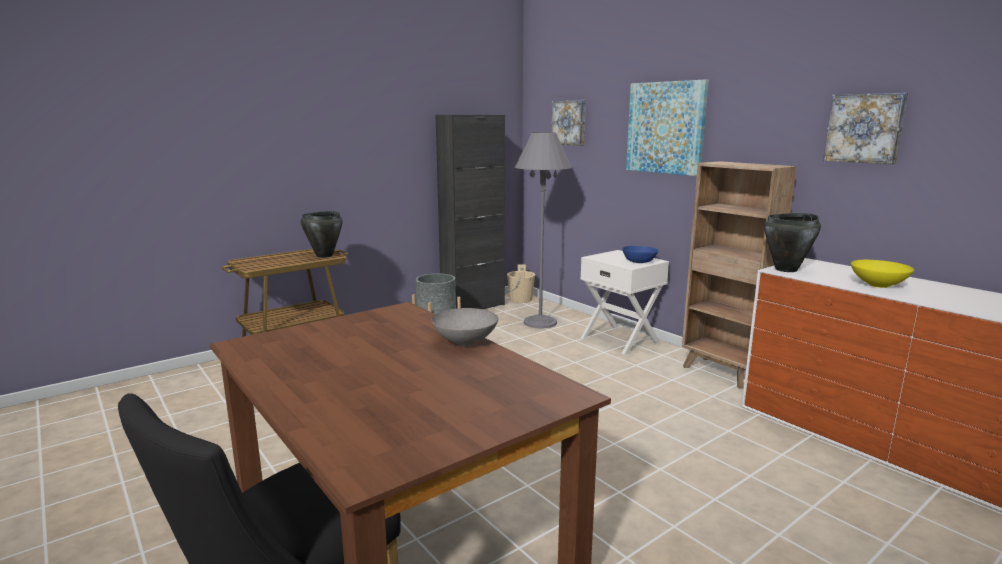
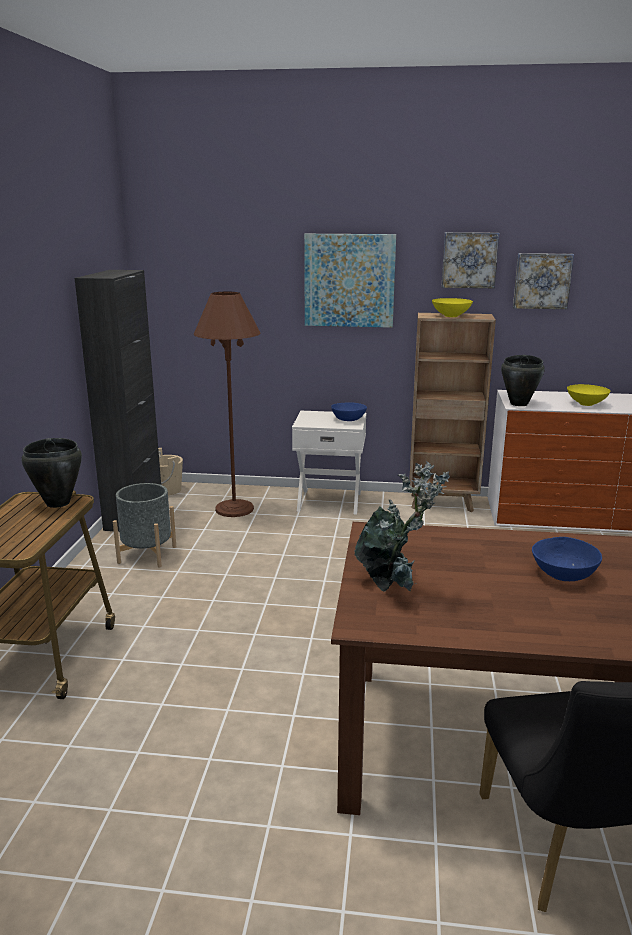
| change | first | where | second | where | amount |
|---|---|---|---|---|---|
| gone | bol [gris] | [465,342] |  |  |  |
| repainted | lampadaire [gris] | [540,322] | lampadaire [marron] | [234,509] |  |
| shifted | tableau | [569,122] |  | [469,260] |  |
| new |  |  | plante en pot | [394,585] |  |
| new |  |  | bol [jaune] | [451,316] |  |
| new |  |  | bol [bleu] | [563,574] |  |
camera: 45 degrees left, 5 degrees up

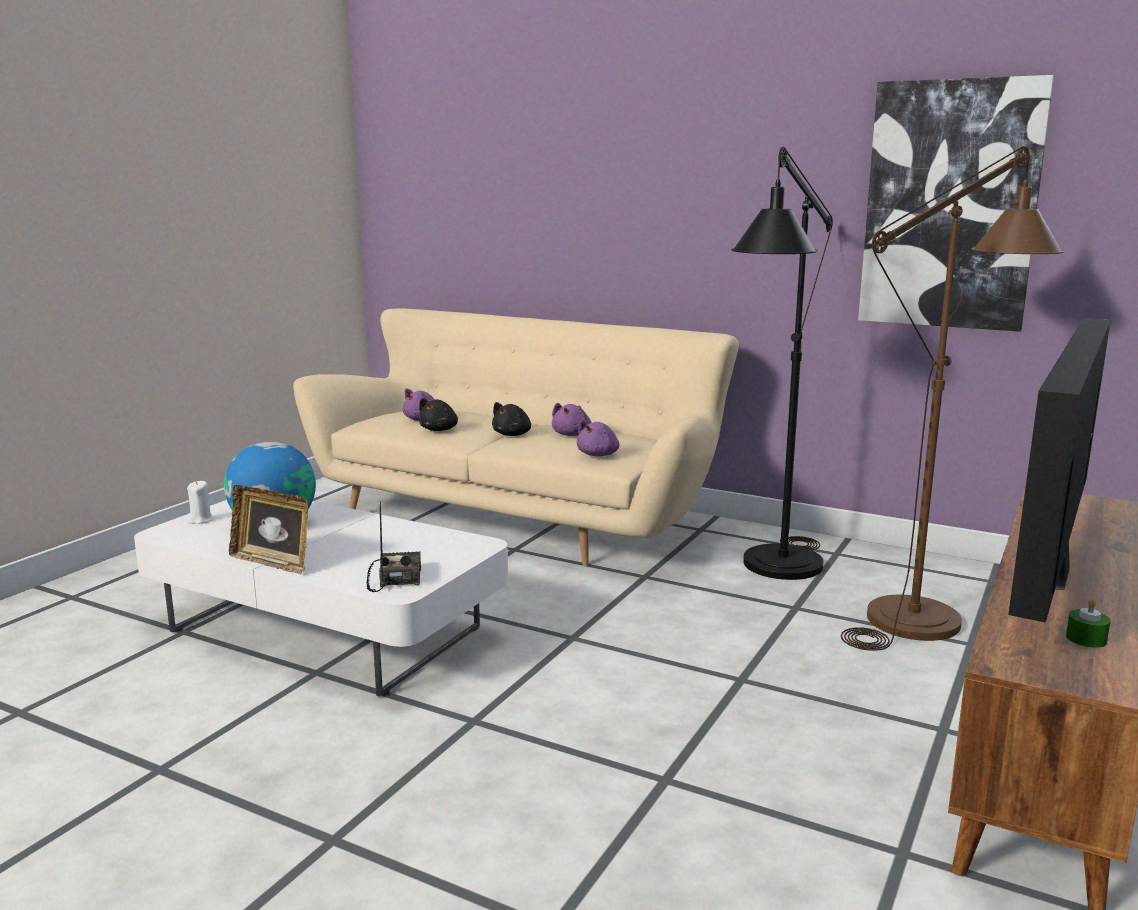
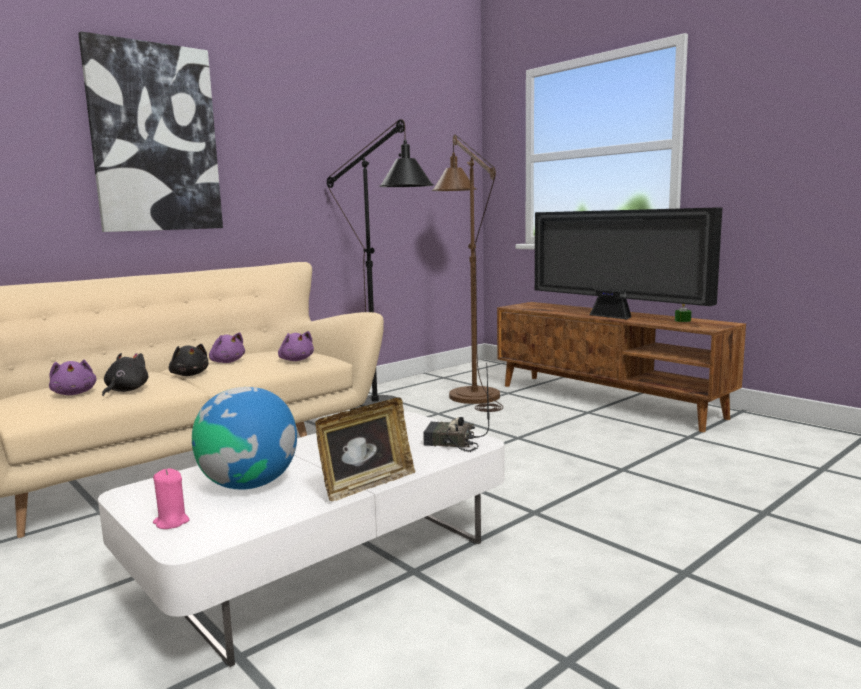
| change | first | where | second | where | amount |
|---|---|---|---|---|---|
| repainted | bougie [blanc] | [201,520] | bougie [rose] | [171,522] |  |
| rotated | peluche [noir] | [440,430] |  | [125,390] | 120 degrees counterclockwise |
| shifted | tableau | [950,206] |  | [155,138] |  |
camera: 70 degrees left, 5 degrees down

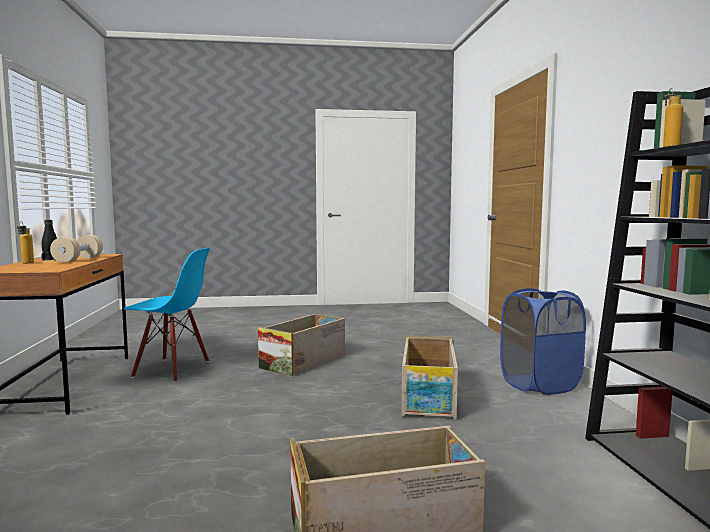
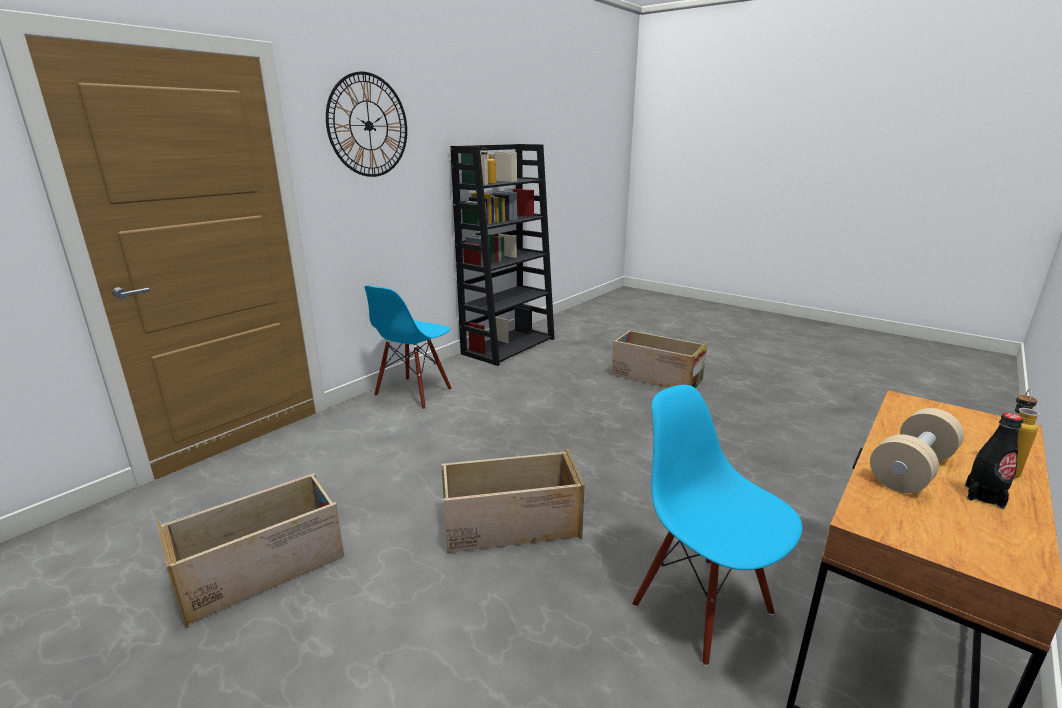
| change | first | where | second | where | amount |
|---|---|---|---|---|---|
| shifted | caisse | [428,398] |  | [263,568] |  |
| swapped | panier à linge [bleu] | [539,384] | chaise [bleu] | [414,393] |  |
| new |  |  | horloge murale | [368,125] |  |
camera: 135 degrees left, 15 degrees up

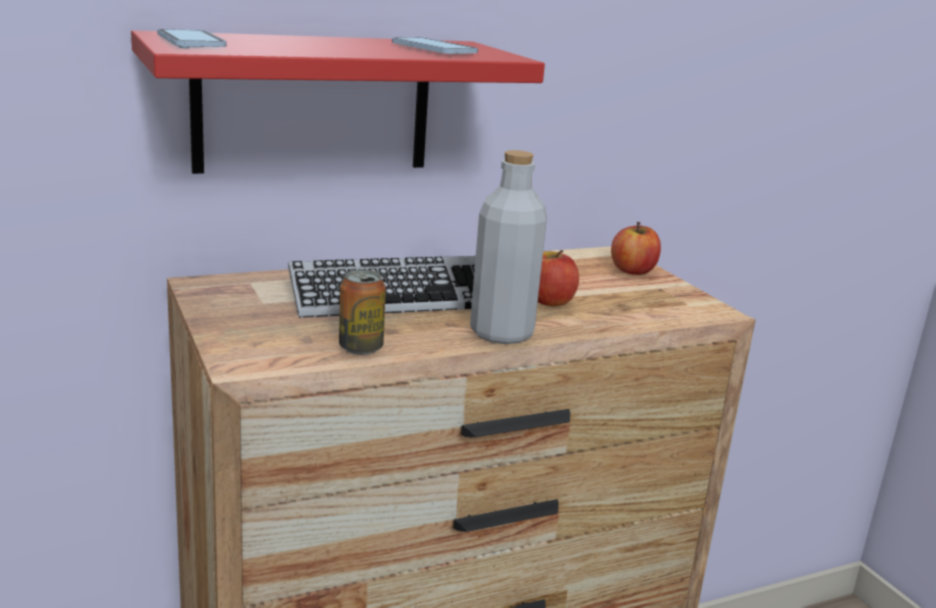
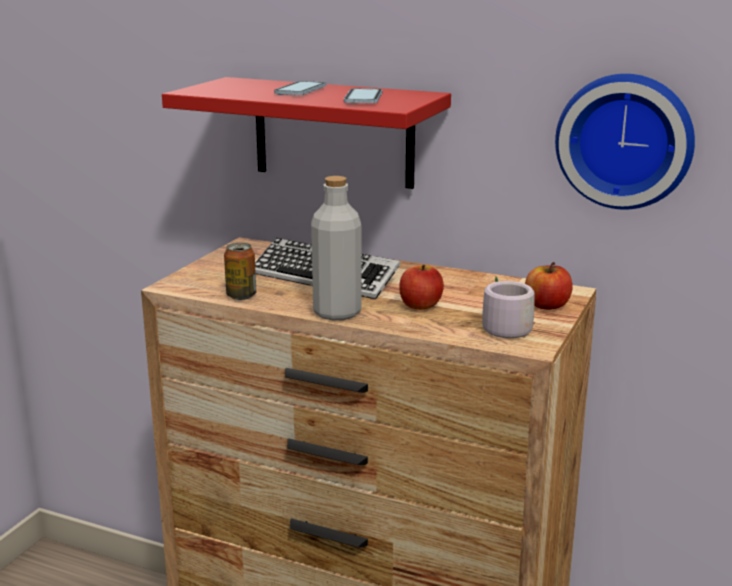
| change | first | where | second | where | amount |
|---|---|---|---|---|---|
| shifted | téléphone | [191,42] |  | [300,91] |  |
| new |  |  | mug [gris] | [501,328] |  |
| new |  |  | horloge murale | [625,140] |  |
camera: 50 degrees right, 0 degrees up

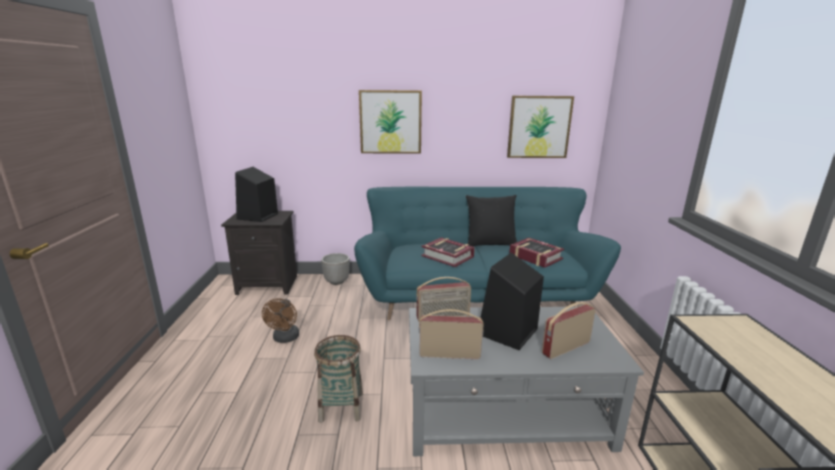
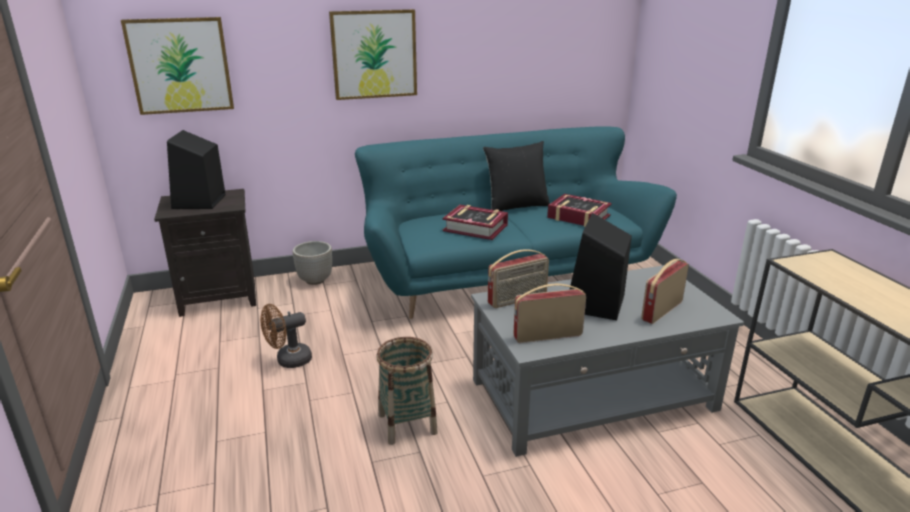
| change | first | where | second | where | amount |
|---|---|---|---|---|---|
| rotated | ventilateur [marron] | [285,339] |  | [288,361] | 75 degrees clockwise |
| shifted | tableau | [539,127] |  | [180,65] |  |
camera: 15 degrees left, 5 degrees up

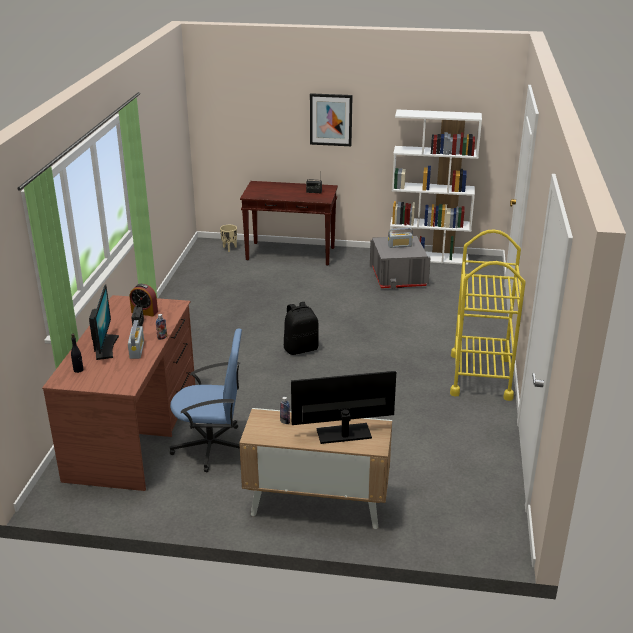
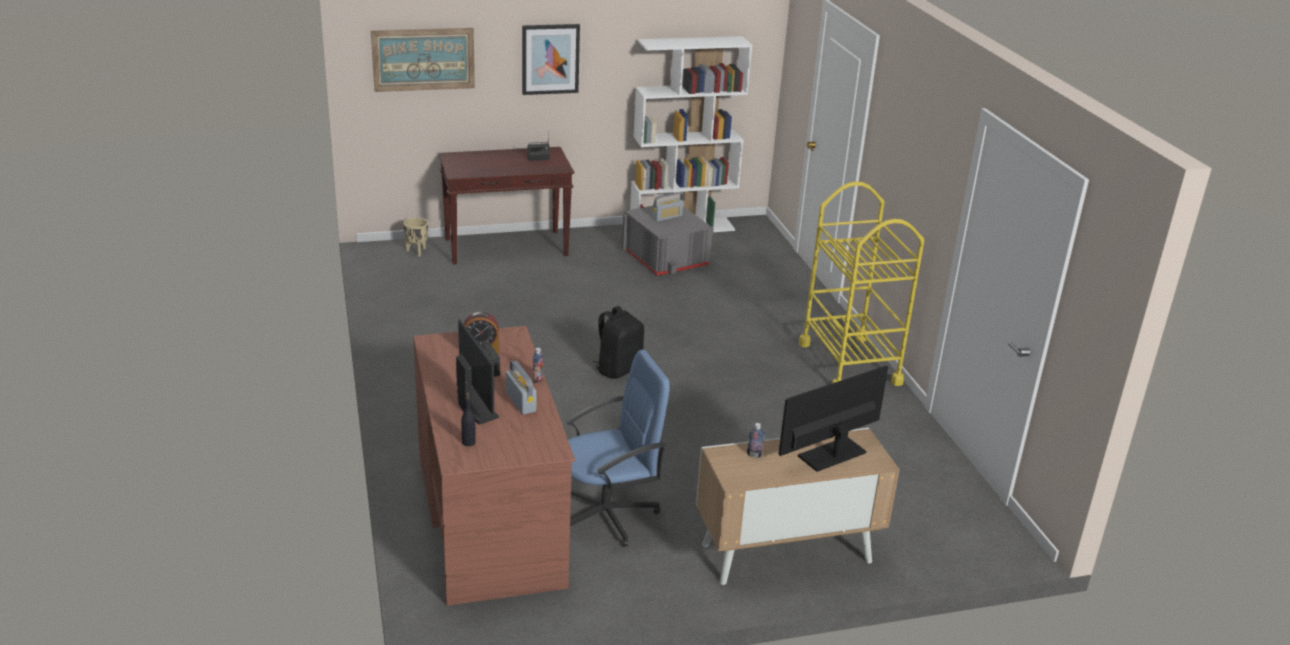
| change | first | where | second | where | amount |
|---|---|---|---|---|---|
| new |  |  | tableau | [423,59] |  |
camera: 25 degrees left, 0 degrees up

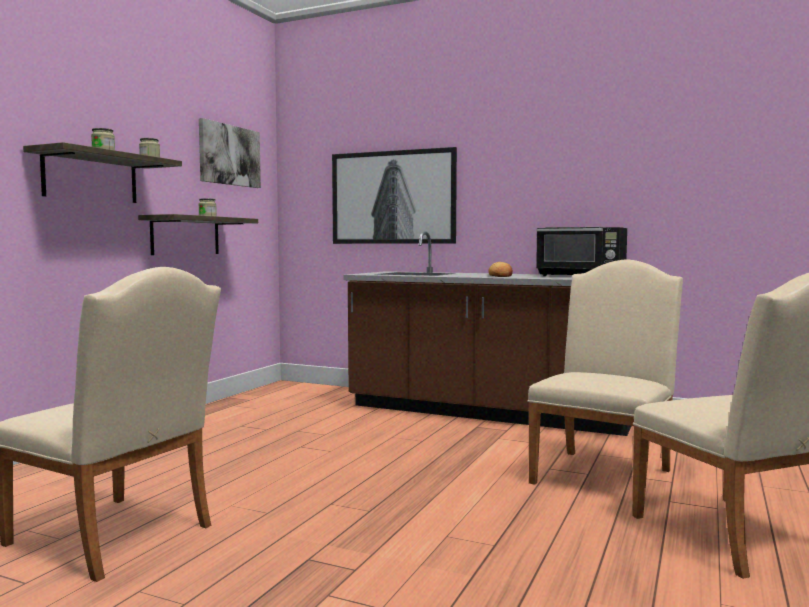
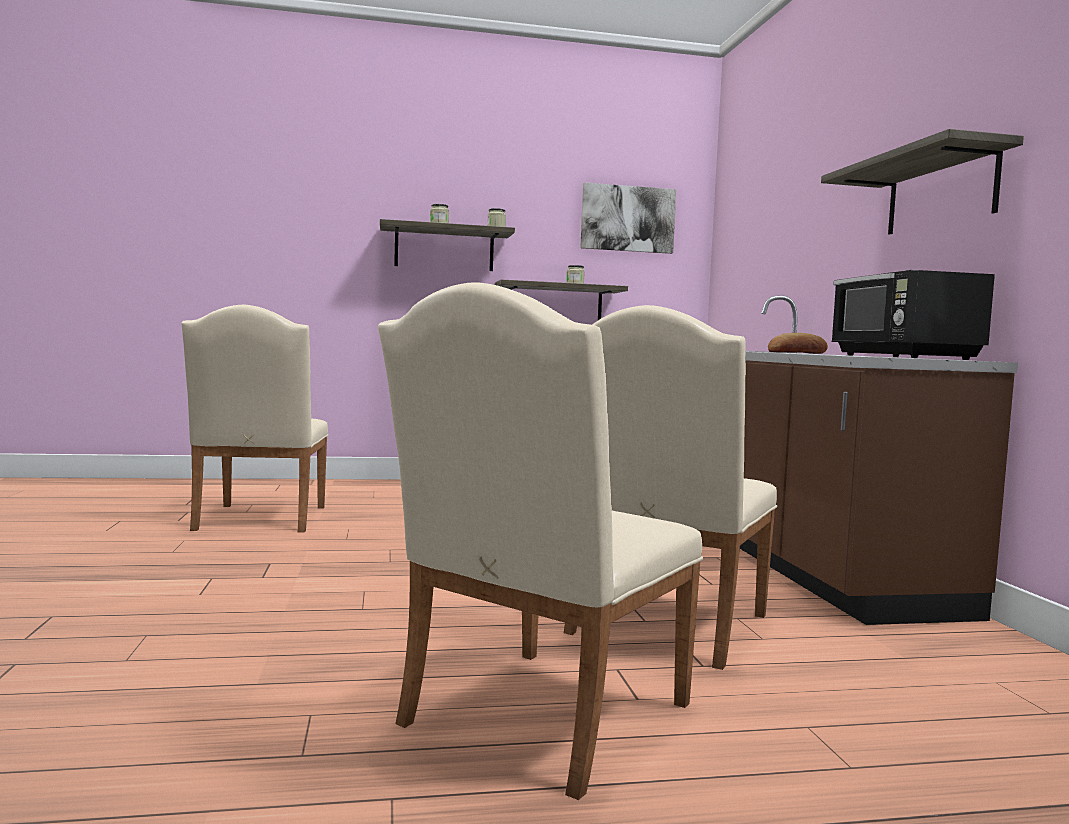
| change | first | where | second | where | amount |
|---|---|---|---|---|---|
| gone | tableau | [393,197] |  |  |  |
| rotated | chaise [beige] | [605,473] |  | [662,628] | 120 degrees clockwise |
| new |  |  | étagère | [941,192] |  |
camera: 55 degrees right, 0 degrees up

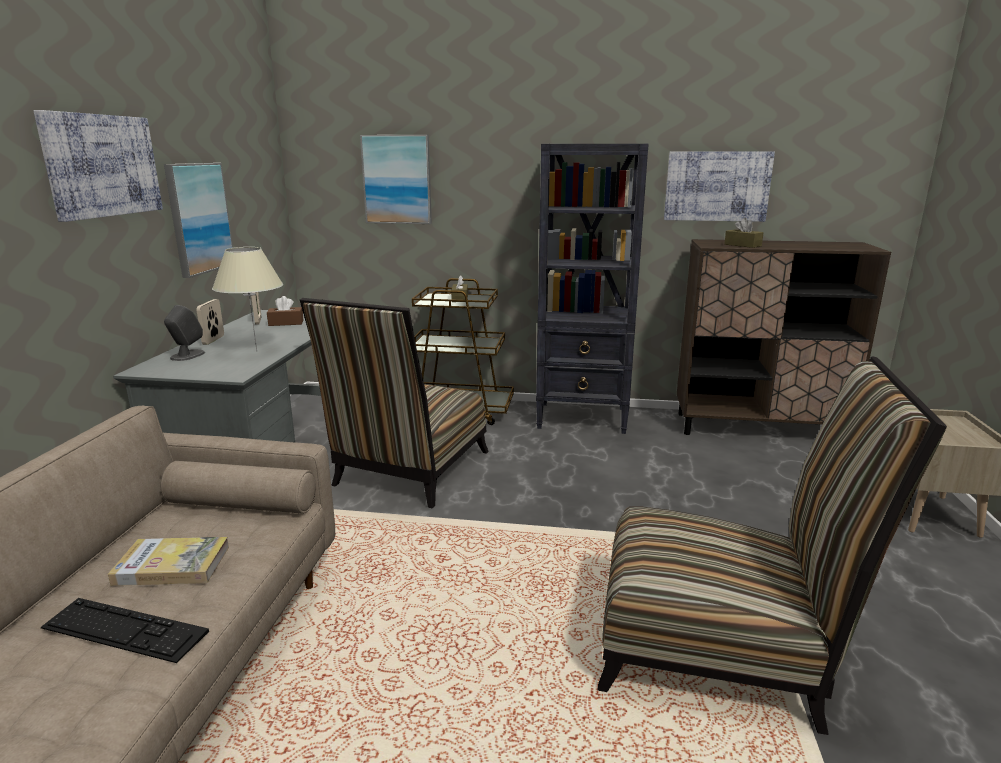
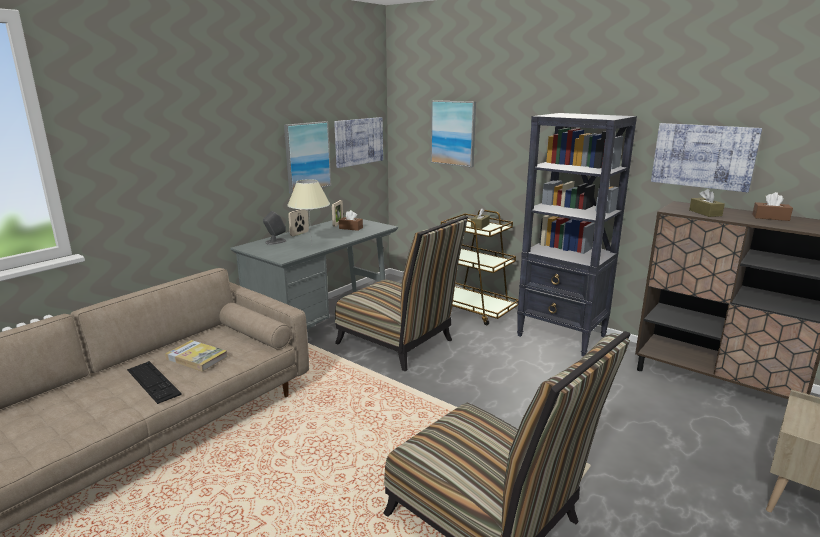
| change | first | where | second | where | amount |
|---|---|---|---|---|---|
| shifted | tableau | [102,165] |  | [358,141] |  |
| rotated | chaise | [408,472] |  | [400,344] | 105 degrees counterclockwise |
| new |  |  | boîte à mouchoirs [marron] | [770,217] |  |
camera: 30 degrees right, 0 degrees up

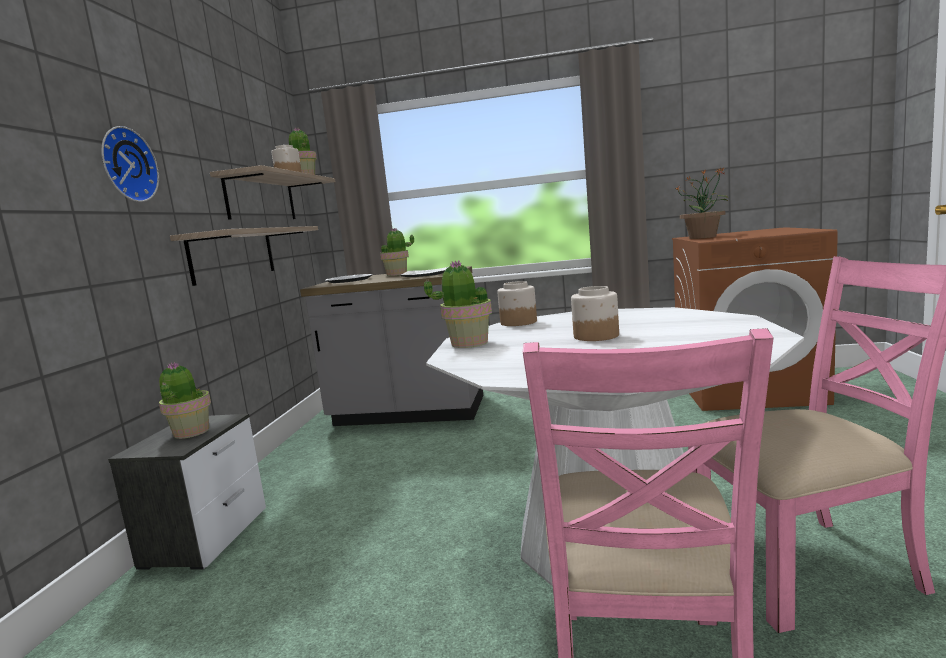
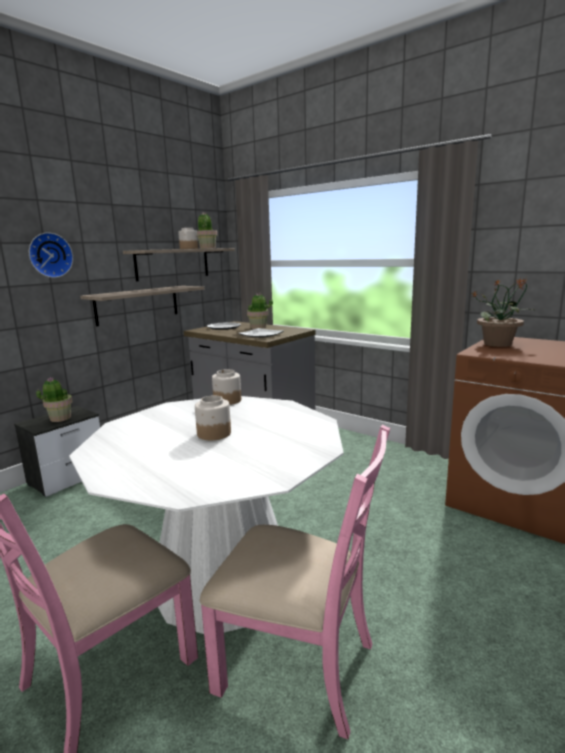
| change | first | where | second | where | amount |
|---|---|---|---|---|---|
| gone | plante en pot | [468,343] |  |  |  |
camera: 30 degrees right, 5 degrees up

